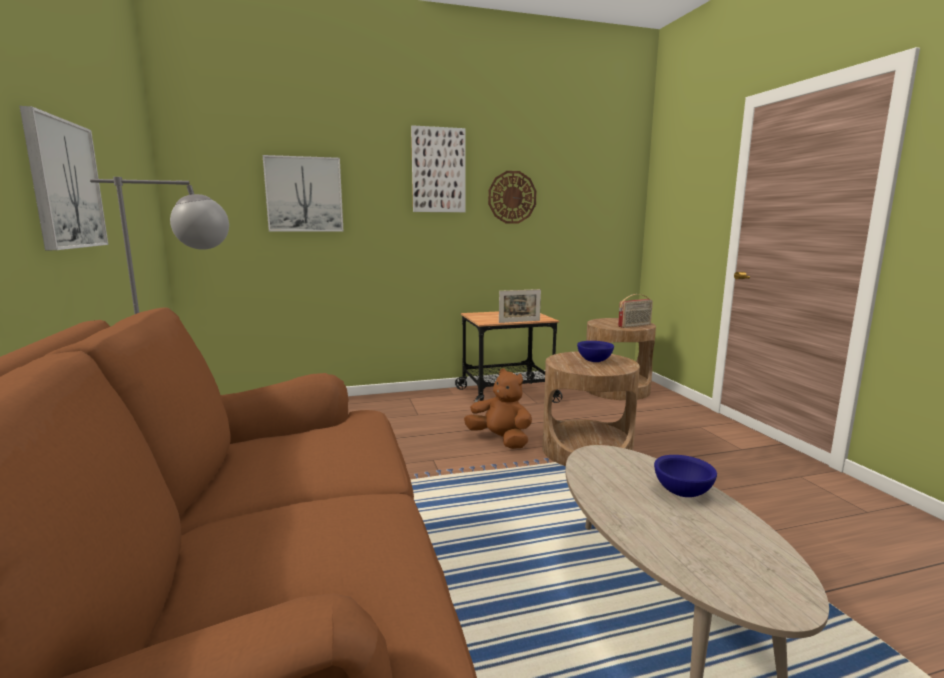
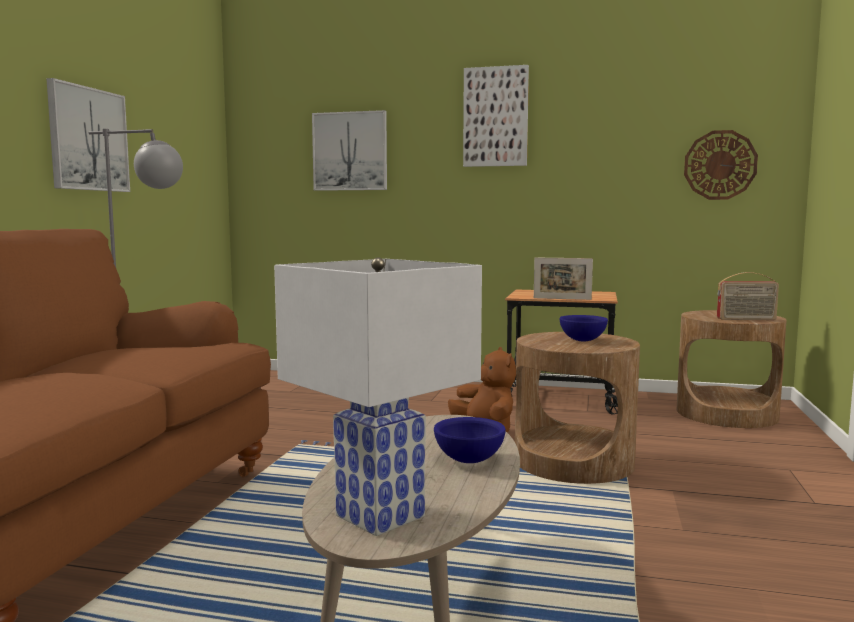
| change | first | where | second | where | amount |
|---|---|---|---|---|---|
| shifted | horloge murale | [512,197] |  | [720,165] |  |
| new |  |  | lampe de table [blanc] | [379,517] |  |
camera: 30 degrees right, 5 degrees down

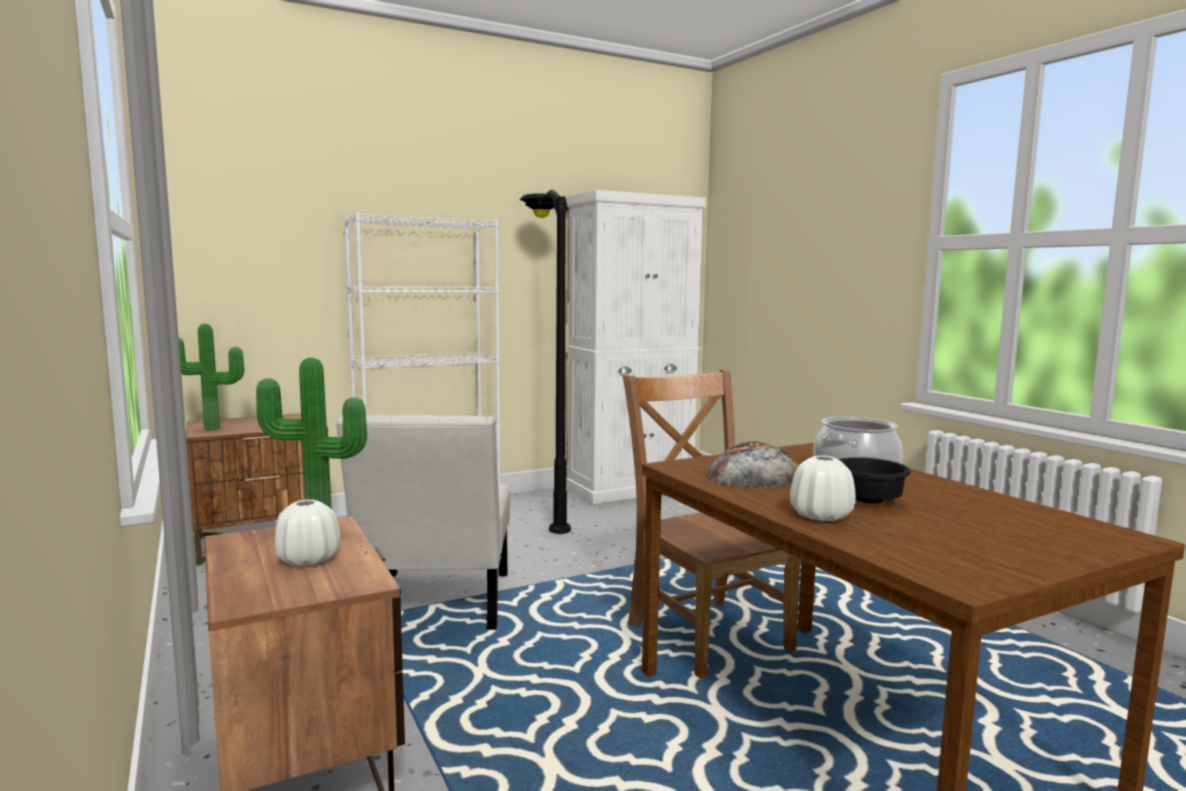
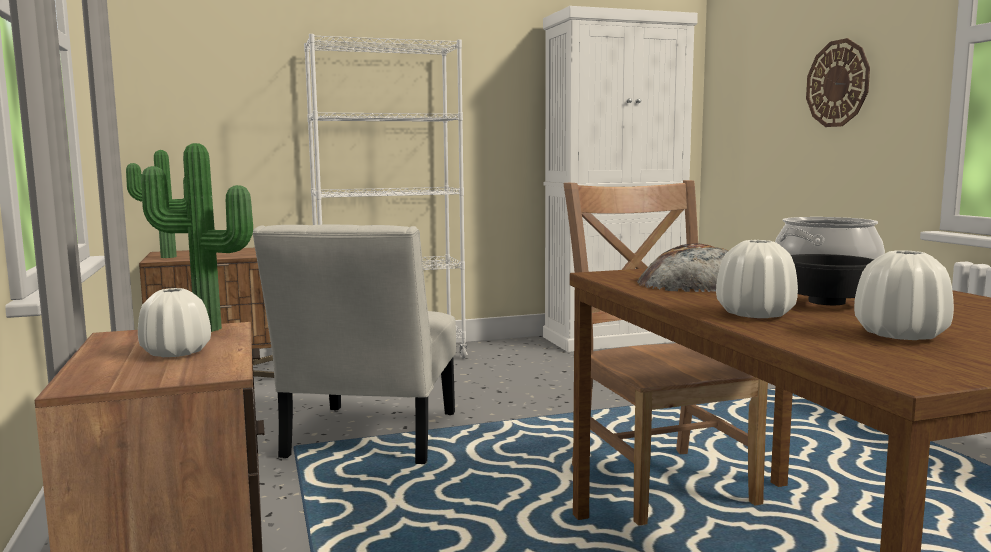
| change | first | where | second | where | amount |
|---|---|---|---|---|---|
| gone | lampadaire [noir] | [546,509] |  |  |  |
| new |  |  | horloge murale | [837,83] |  |
| new |  |  | vase [blanc] | [901,335] |  |
camera: 10 degrees right, 0 degrees up

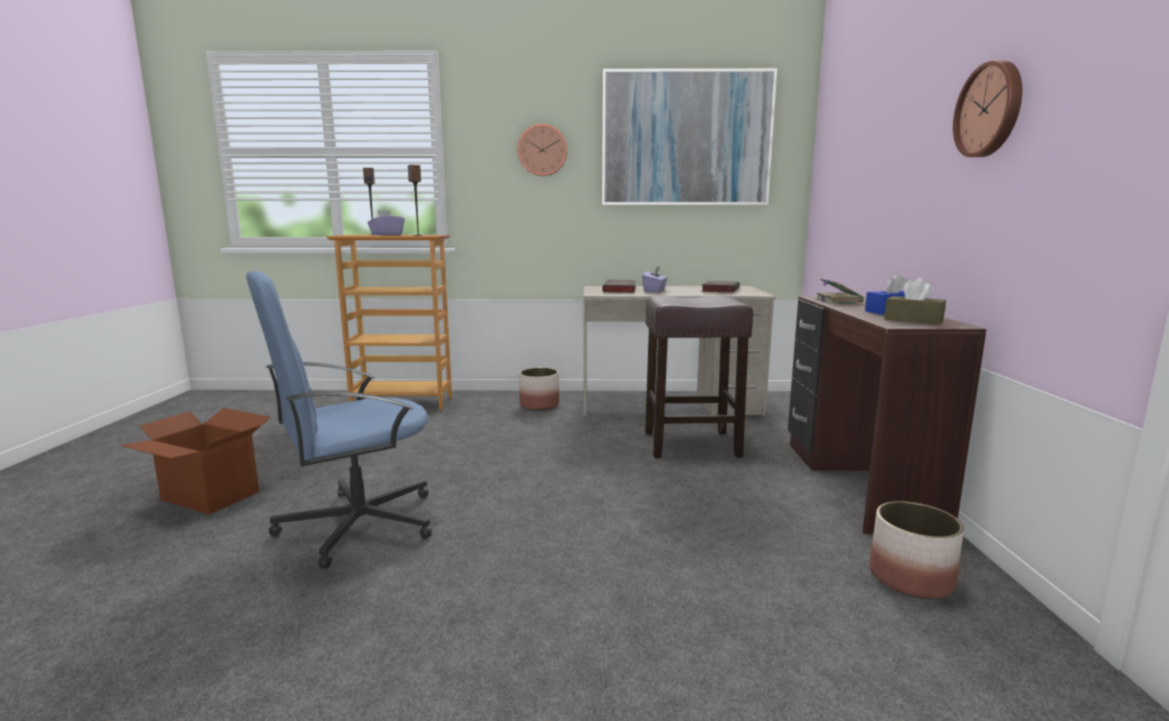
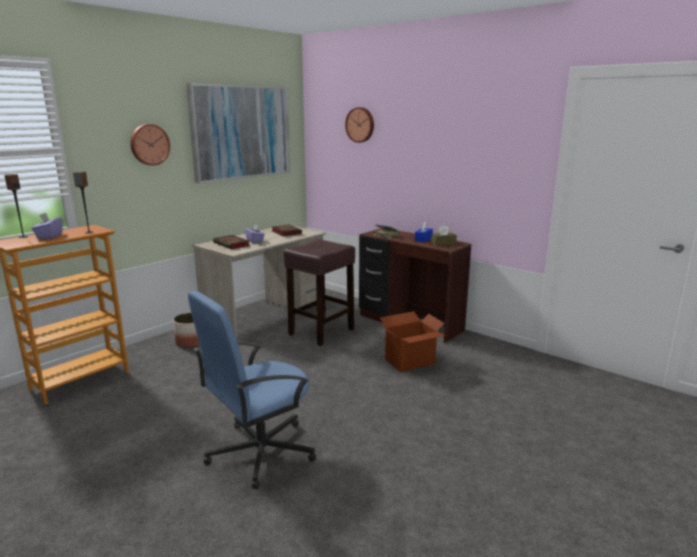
| change | first | where | second | where | amount |
|---|---|---|---|---|---|
| shifted | carton | [209,496] |  | [410,362] |  |
| rotated | chaise de bureau [bleu] | [356,524] |  | [259,452] | 45 degrees clockwise |
| gone | cache-pot | [911,579] |  |  |  |
| shifted | horloge murale | [990,110] |  | [360,125] |  |
camera: 50 degrees left, 5 degrees up

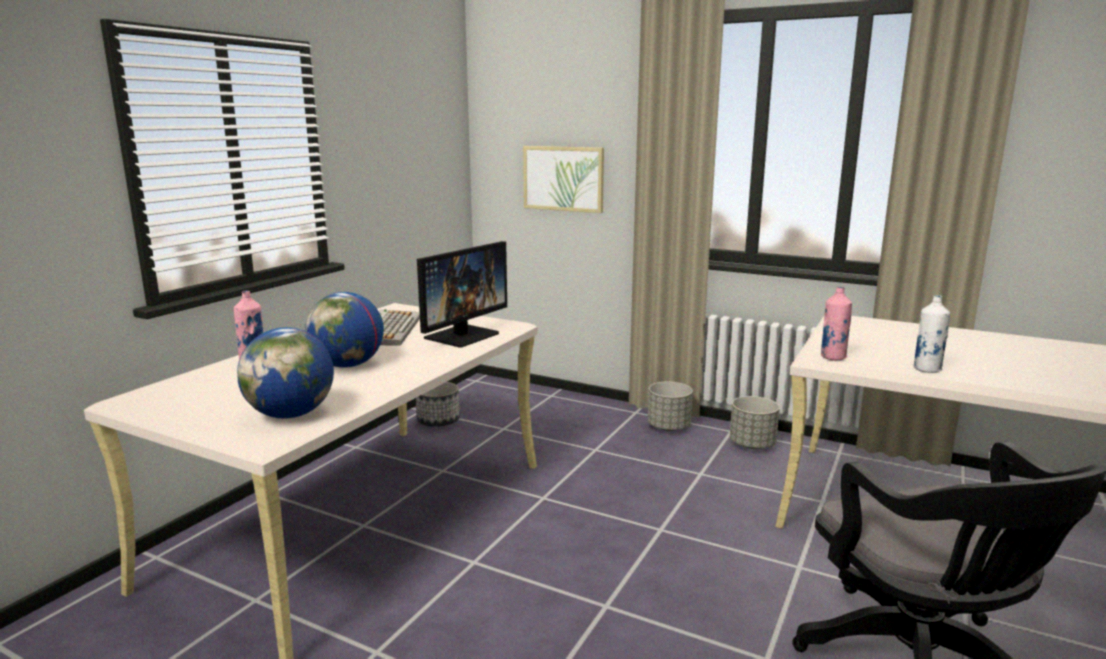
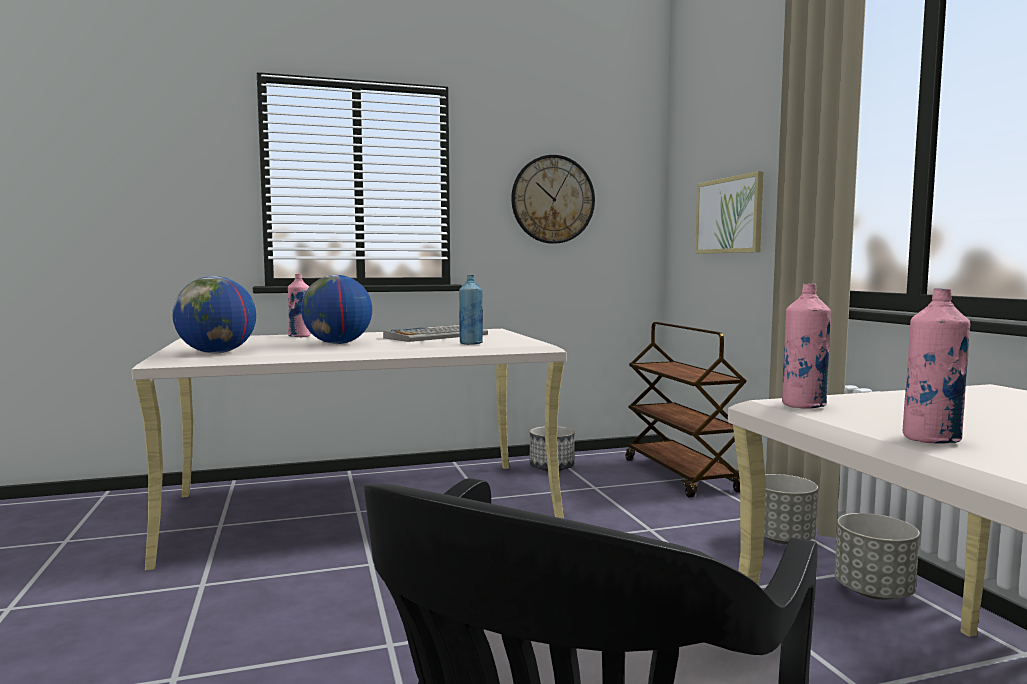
| change | first | where | second | where | amount |
|---|---|---|---|---|---|
| swapped | écran d'ordinateur | [462,335] | bouteille [bleu] | [471,343] |  |
| repainted | bouteille [blanc] | [927,369] | bouteille [rose] | [931,439] |  |
| new |  |  | horloge murale | [552,199] |  |
| new |  |  | chariot [marron] | [681,475] |  |
camera: 45 degrees right, 10 degrees down

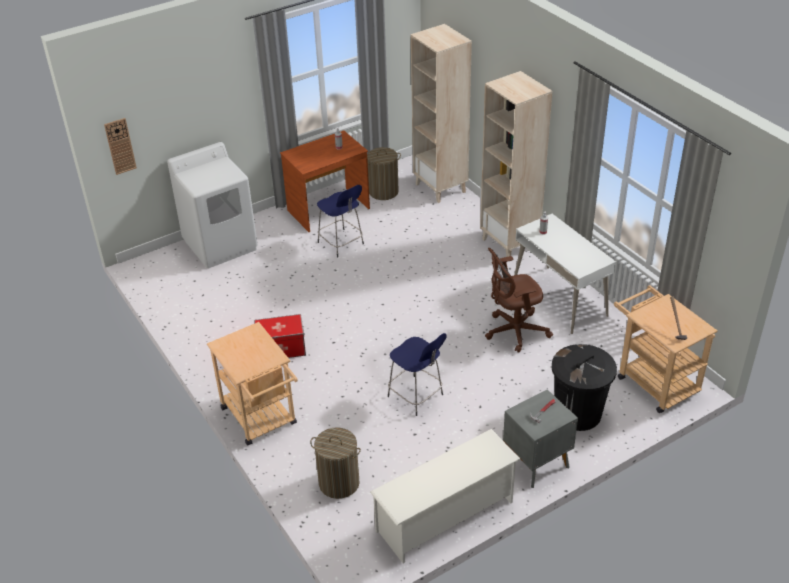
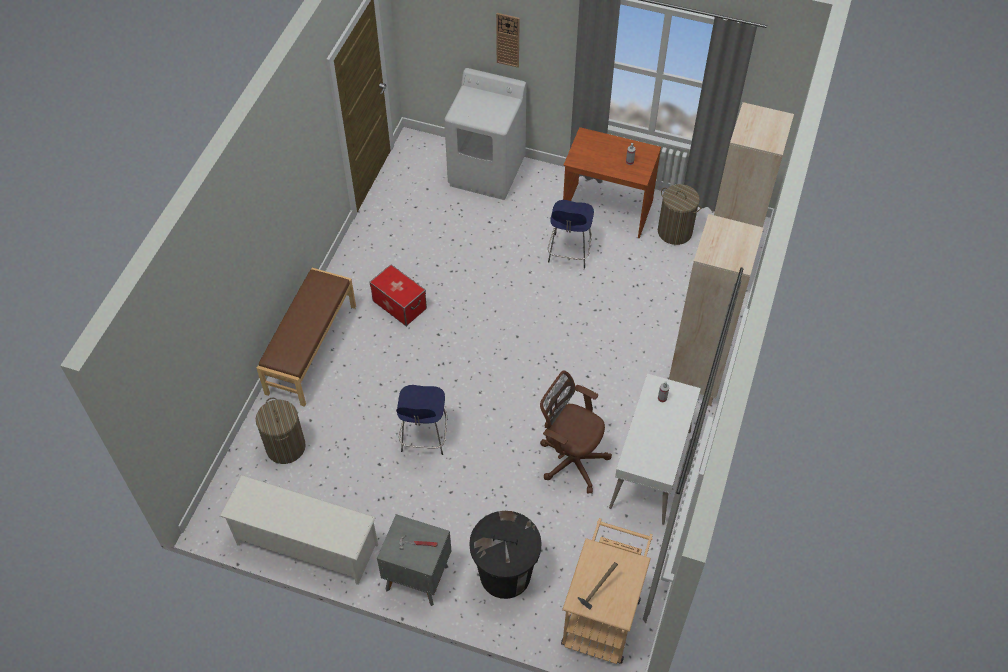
| change | first | where | second | where | amount |
|---|---|---|---|---|---|
| shifted | horloge murale | [120,146] |  | [508,40] |  |
| swapped | chariot [beige] | [262,420] | banc [marron] | [310,349] |  |
camera: 50 degrees right, 15 degrees up

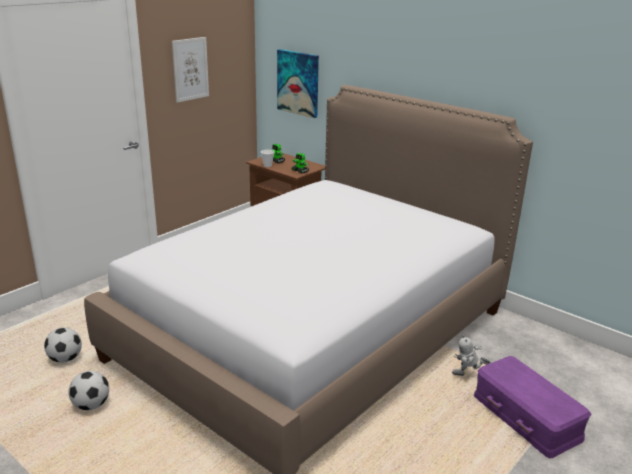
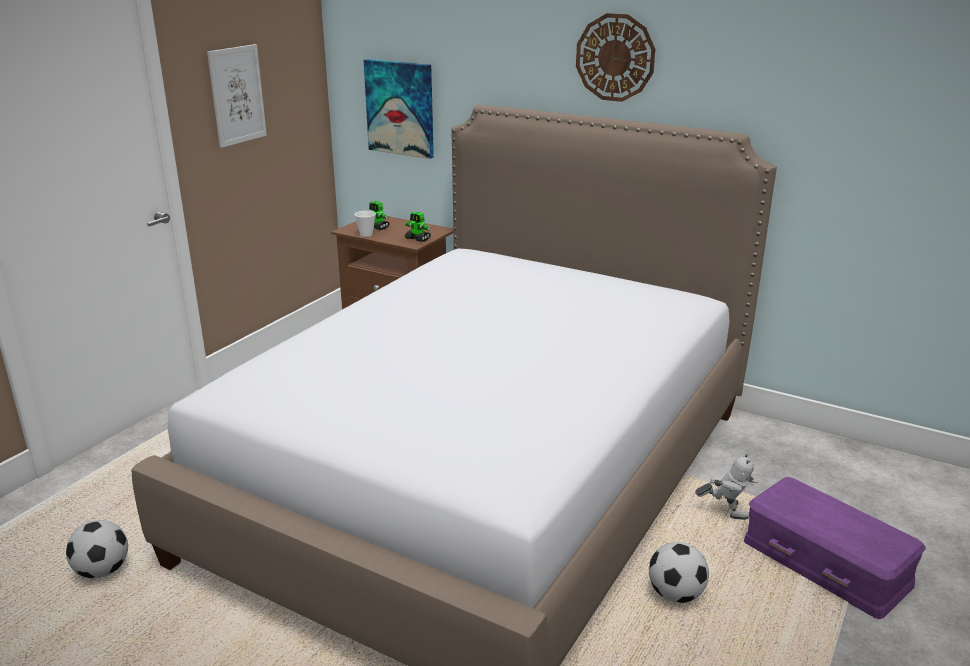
| change | first | where | second | where | amount |
|---|---|---|---|---|---|
| shifted | ballon de foot | [91,405] |  | [675,594] |  |
| rotated | robot jouet | [467,376] |  | [724,513] | 150 degrees counterclockwise |
| new |  |  | horloge murale | [615,57] |  |
camera: 10 degrees left, 0 degrees up

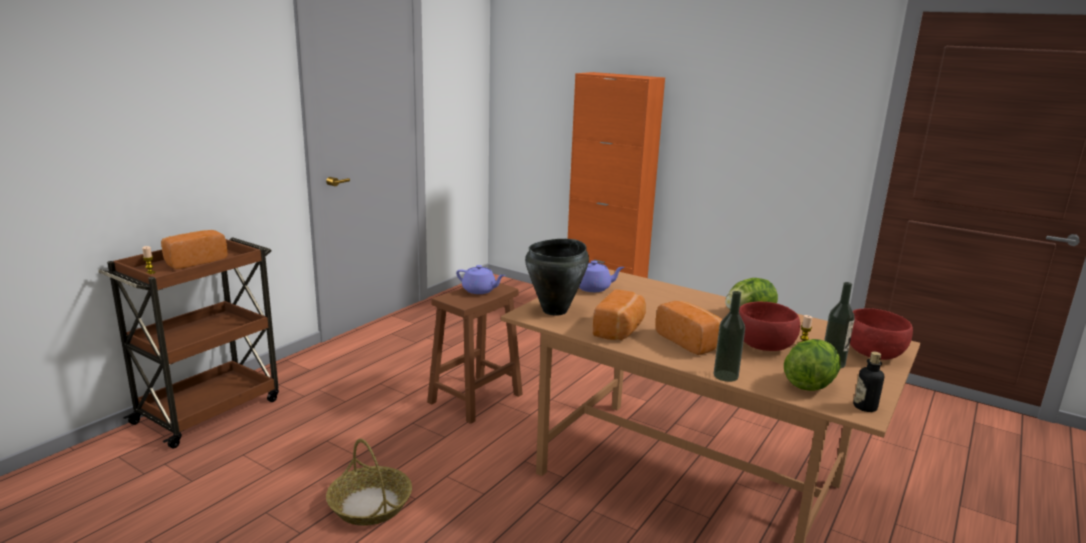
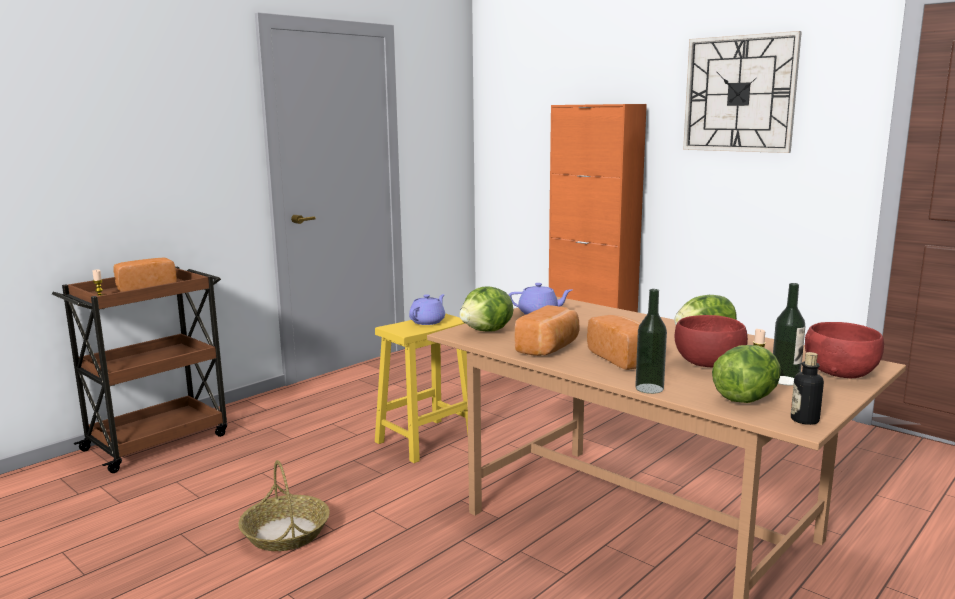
| change | first | where | second | where | amount |
|---|---|---|---|---|---|
| repainted | tabouret [marron] | [476,398] | tabouret [jaune] | [427,439] |  |
| rotated | théière [violet] | [480,290] |  | [428,321] | 90 degrees counterclockwise |
| swapped | marmite [noir] | [555,310] | laitue | [487,331] |  |
| new |  |  | horloge murale | [739,94] |  |
camera: 10 degrees right, 5 degrees down

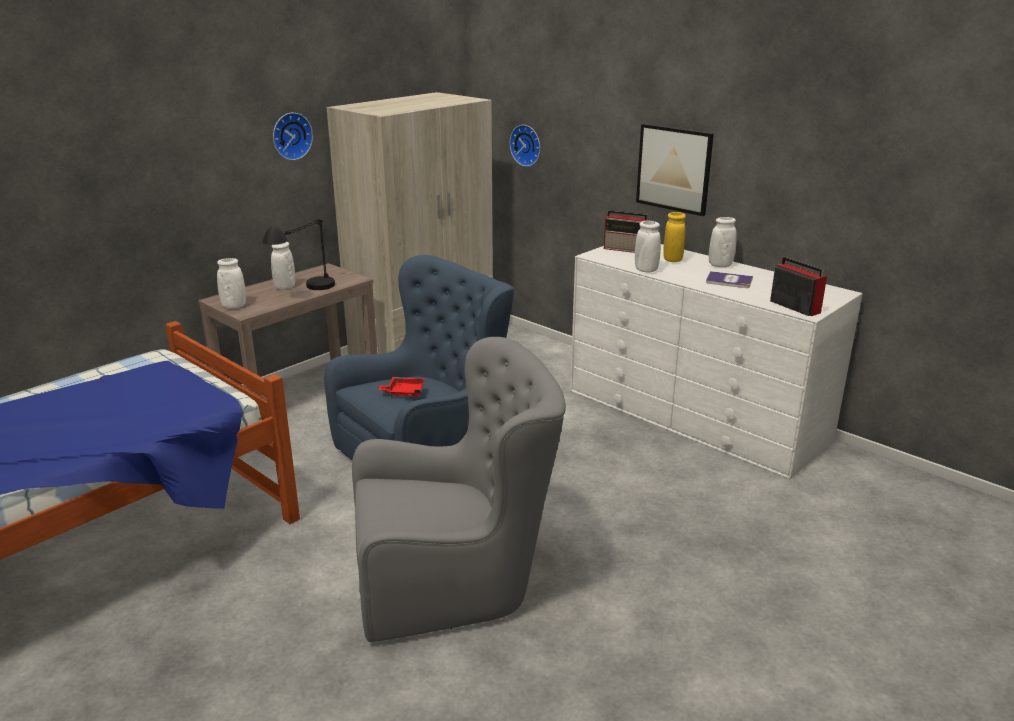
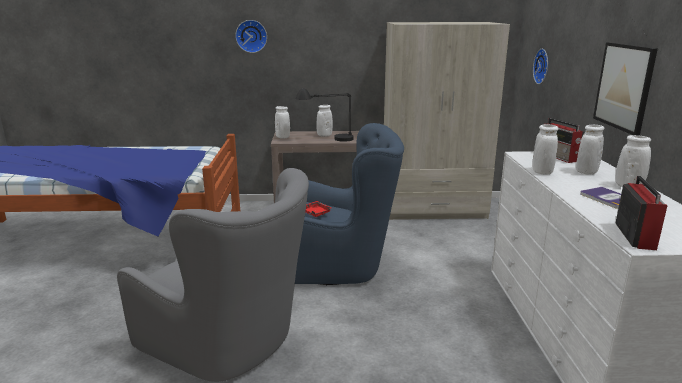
| change | first | where | second | where | amount |
|---|---|---|---|---|---|
| shifted | horloge murale | [290,136] |  | [251,36] |  |
| repainted | vase [jaune] | [672,260] | vase [blanc] | [586,172] |  |
camera: 45 degrees right, 5 degrees down

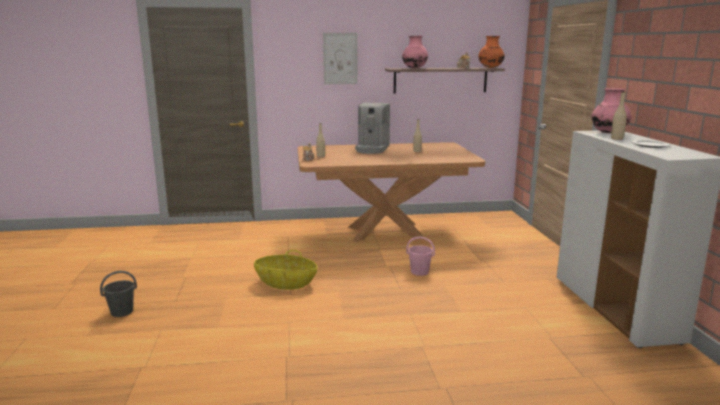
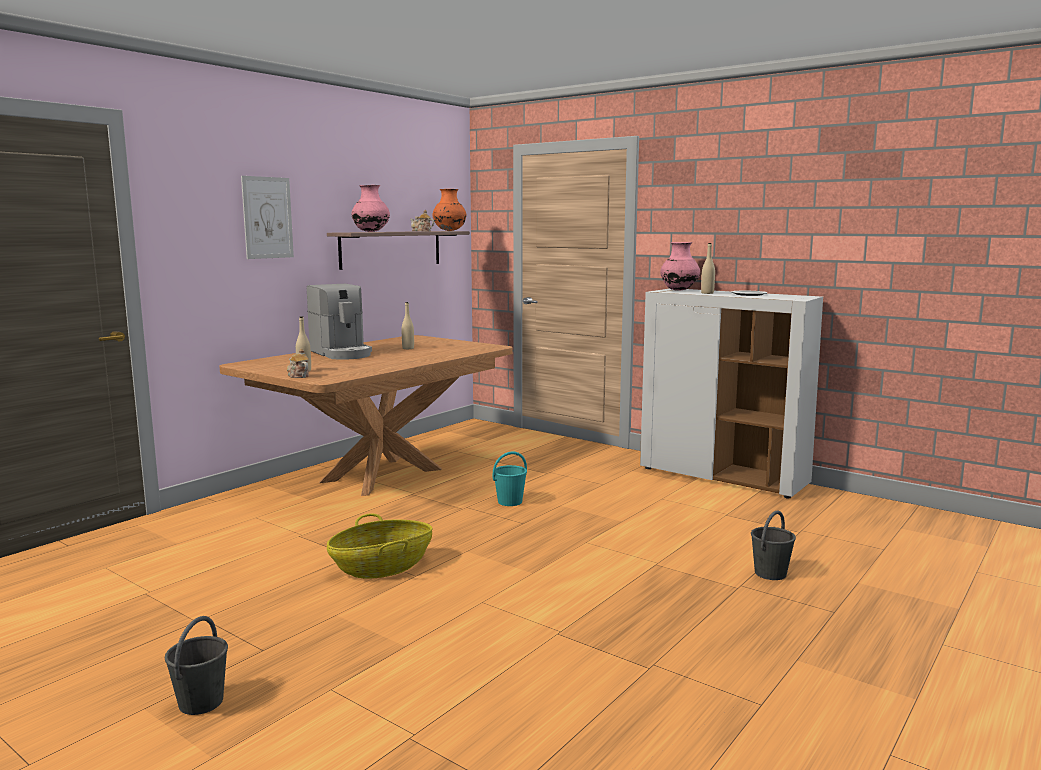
| change | first | where | second | where | amount |
|---|---|---|---|---|---|
| repainted | seau [rose] | [419,272] | seau [turquoise] | [509,502] |  |
| new |  |  | seau [gris] | [770,573] |  |
camera: 45 degrees left, 5 degrees down

